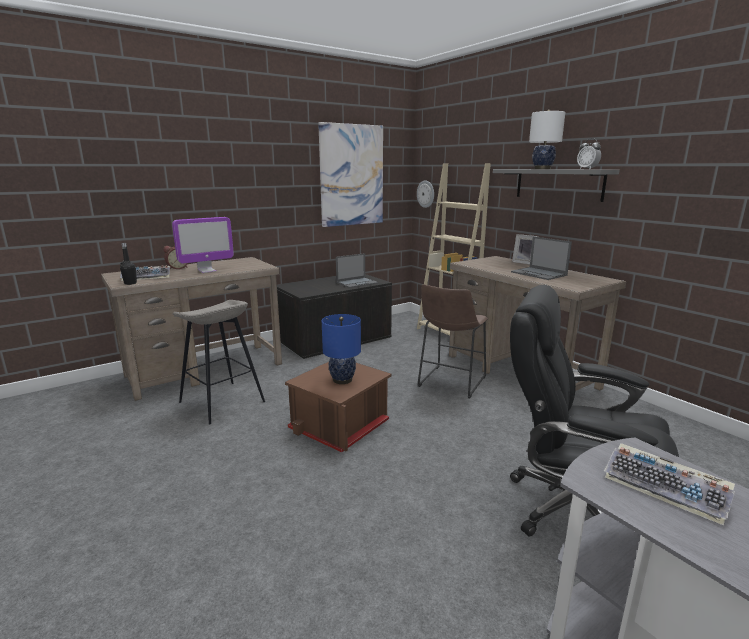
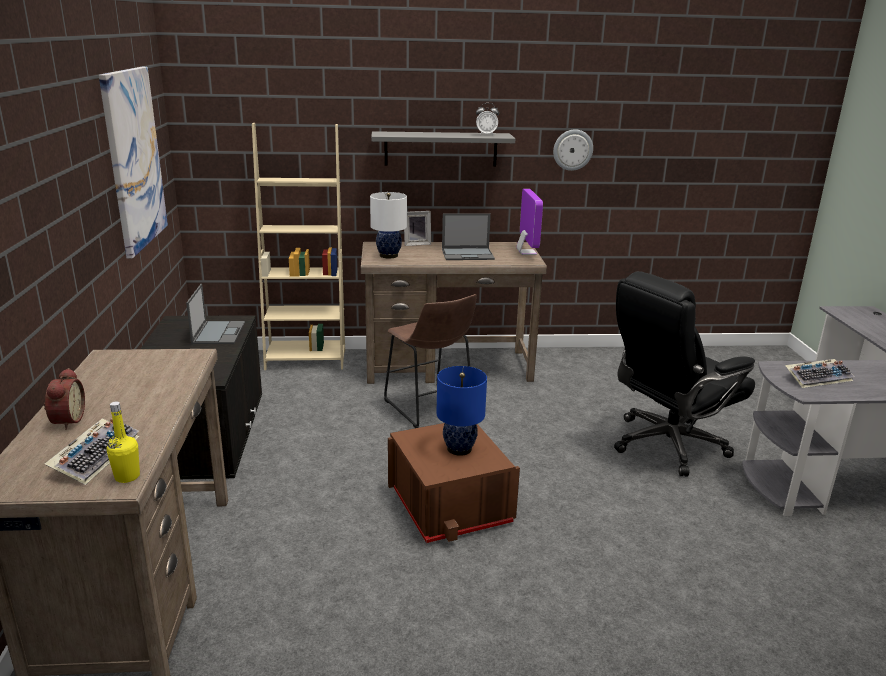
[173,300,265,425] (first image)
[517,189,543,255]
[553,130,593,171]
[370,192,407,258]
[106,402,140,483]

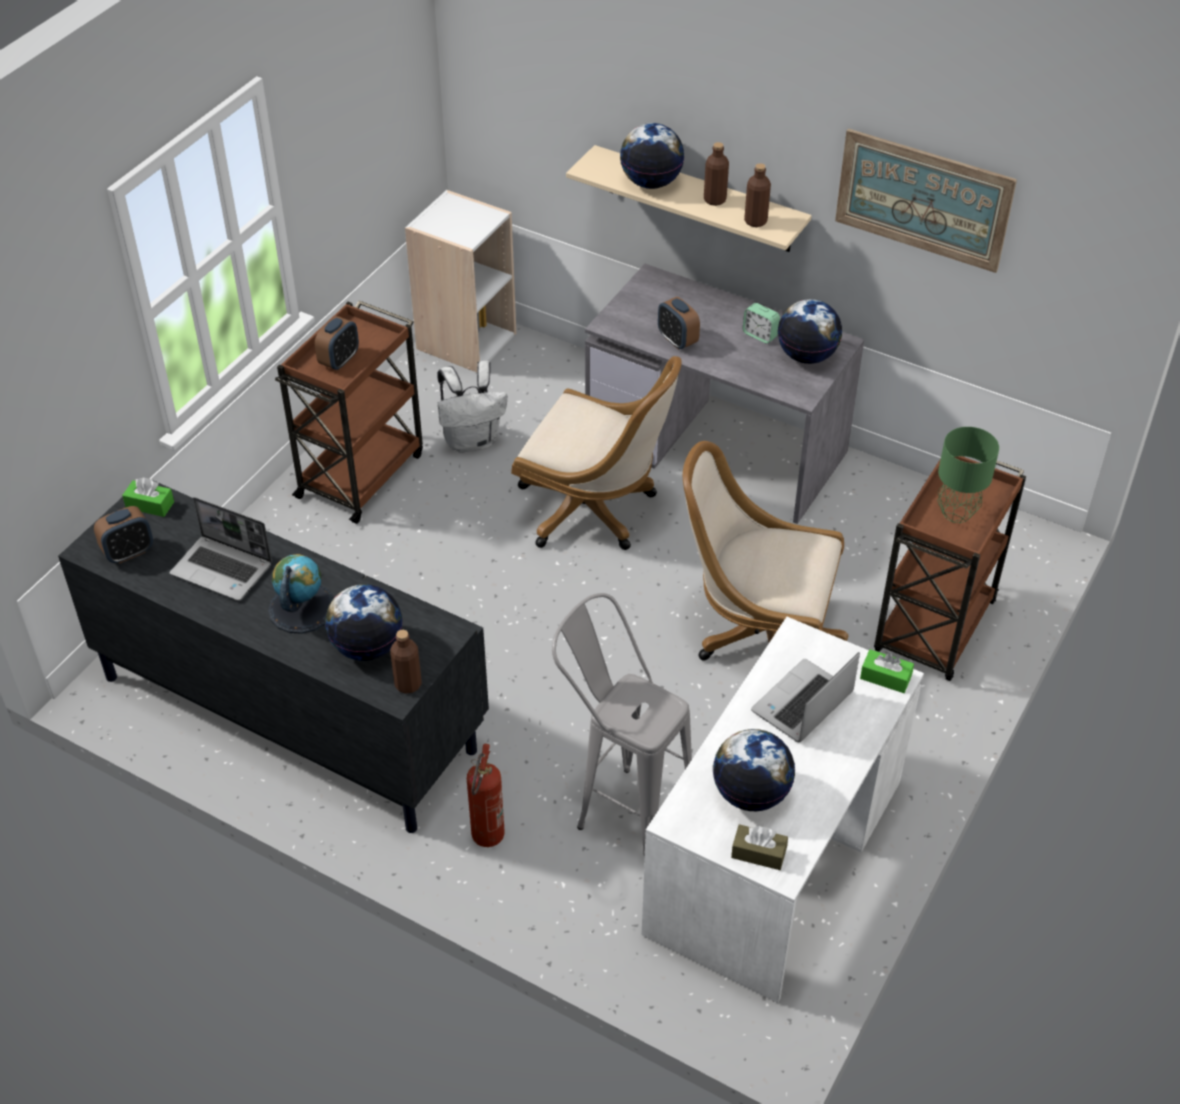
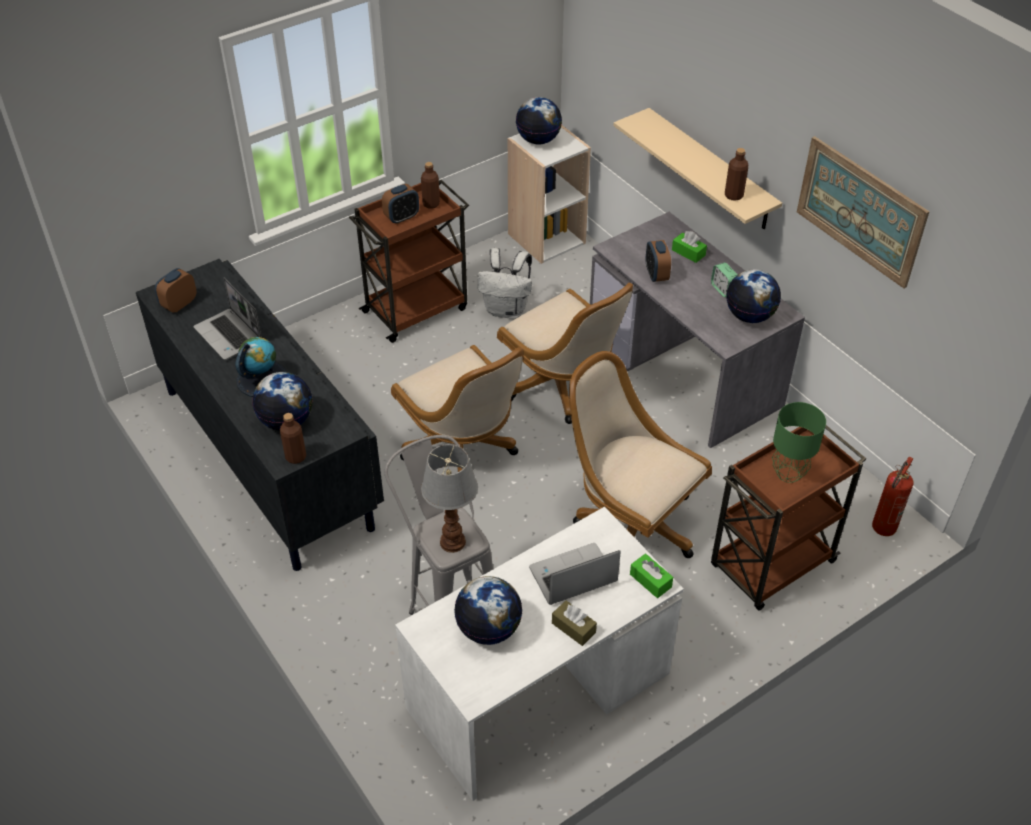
[391,345,523,472]
[421,444,478,553]
[672,231,707,263]
[872,457,914,536]
[516,97,562,145]
[421,162,440,209]
[552,601,597,646]
[155,268,197,312]

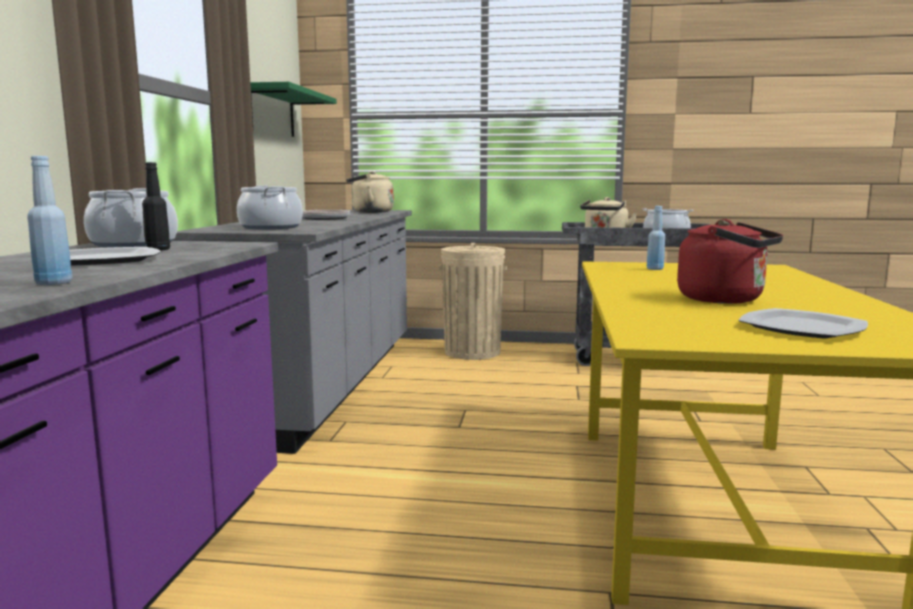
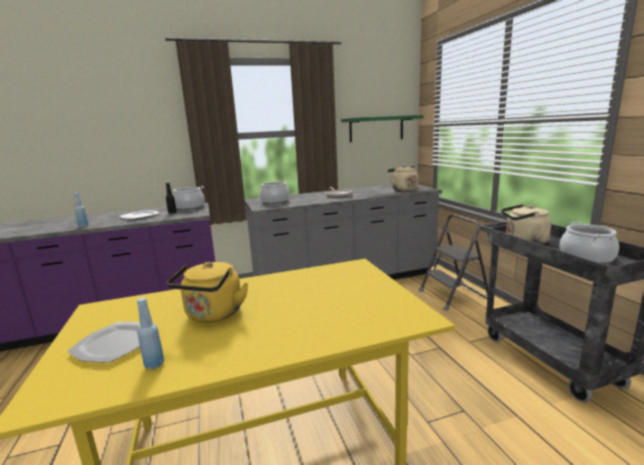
[137,298,164,369]
[418,214,488,311]
[167,262,248,323]

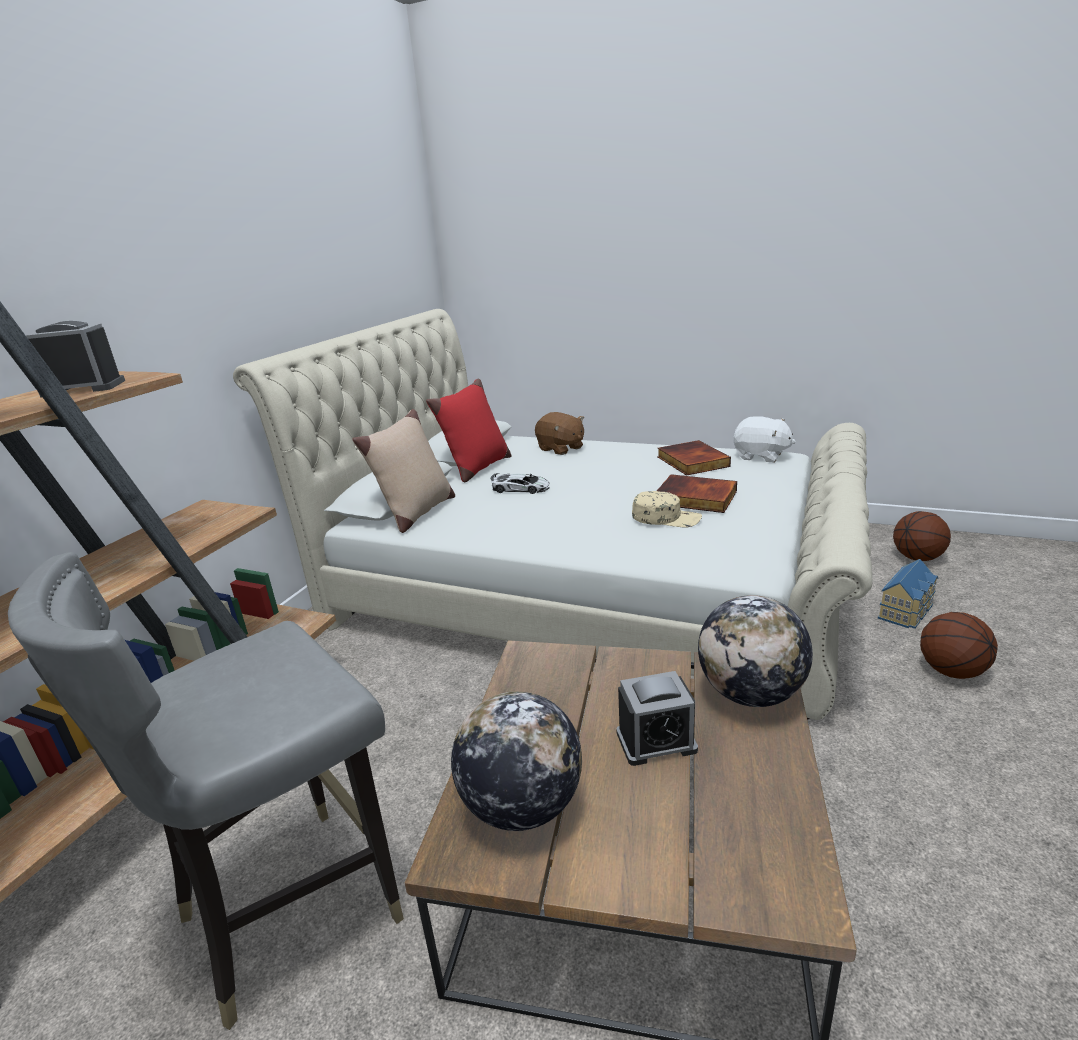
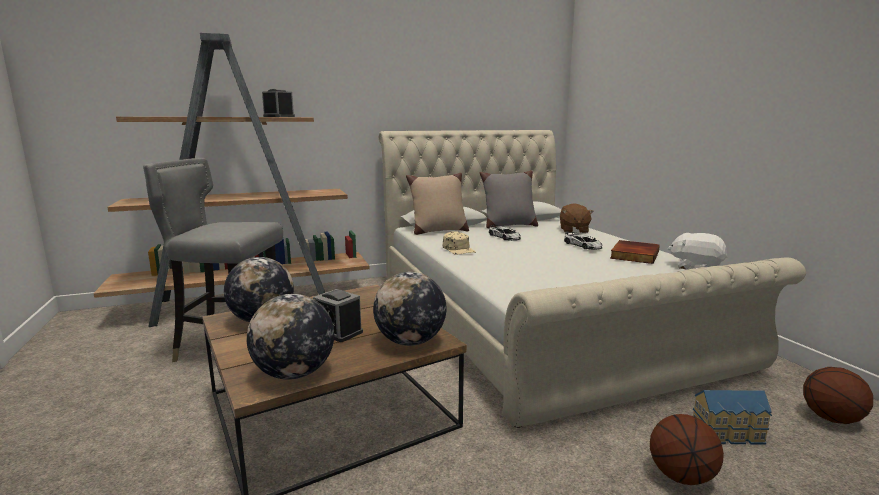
[657,474,737,513] (first image)
[247,294,334,380]
[564,232,602,250]
[443,231,476,255]
[480,170,538,228]
[668,233,727,269]

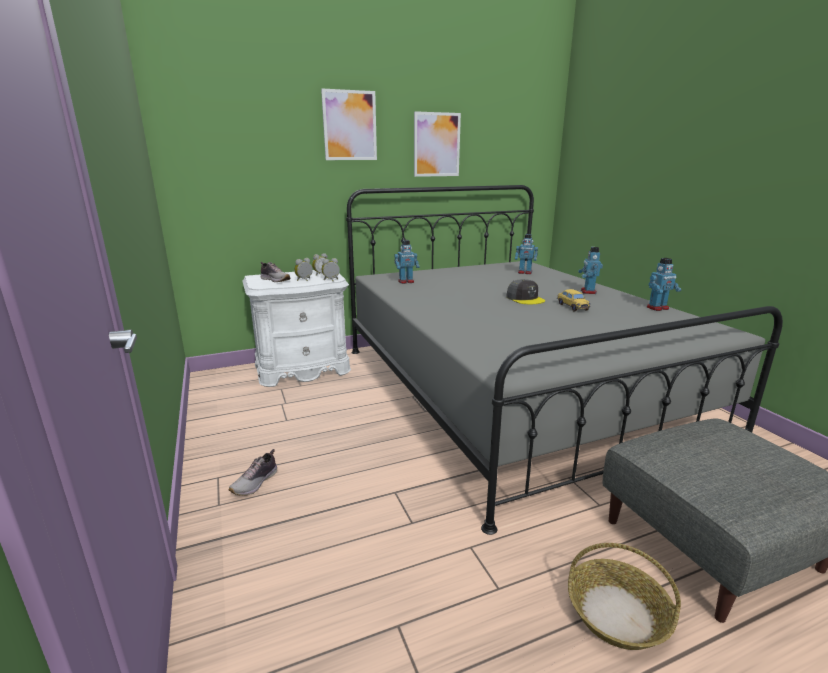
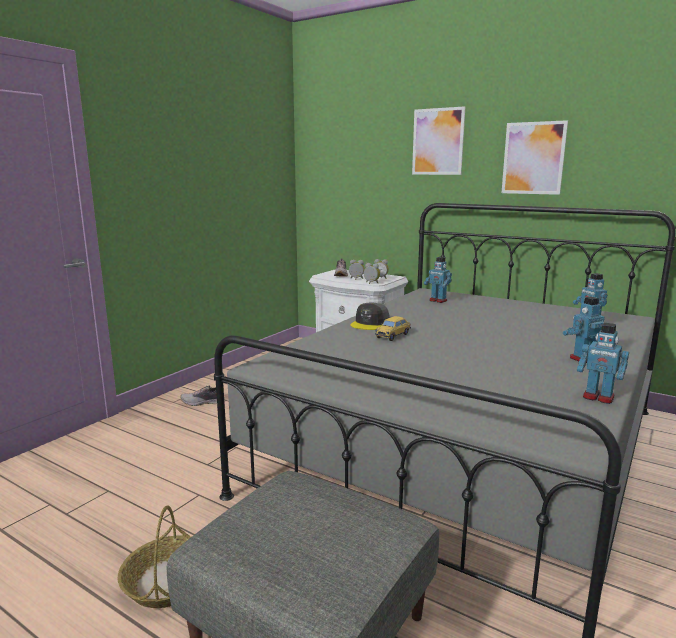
[350,303,390,330]
[375,316,411,341]

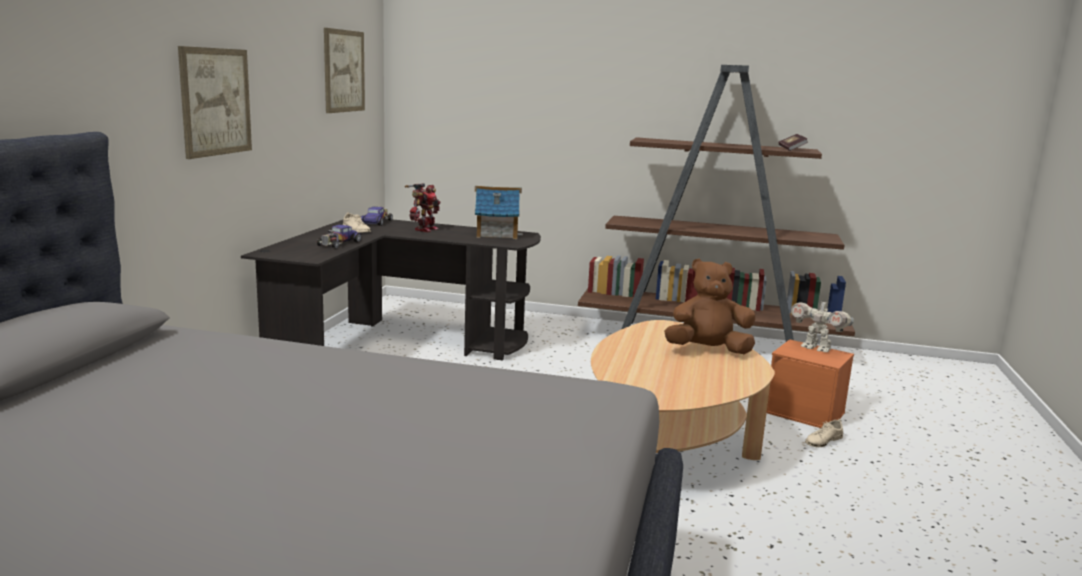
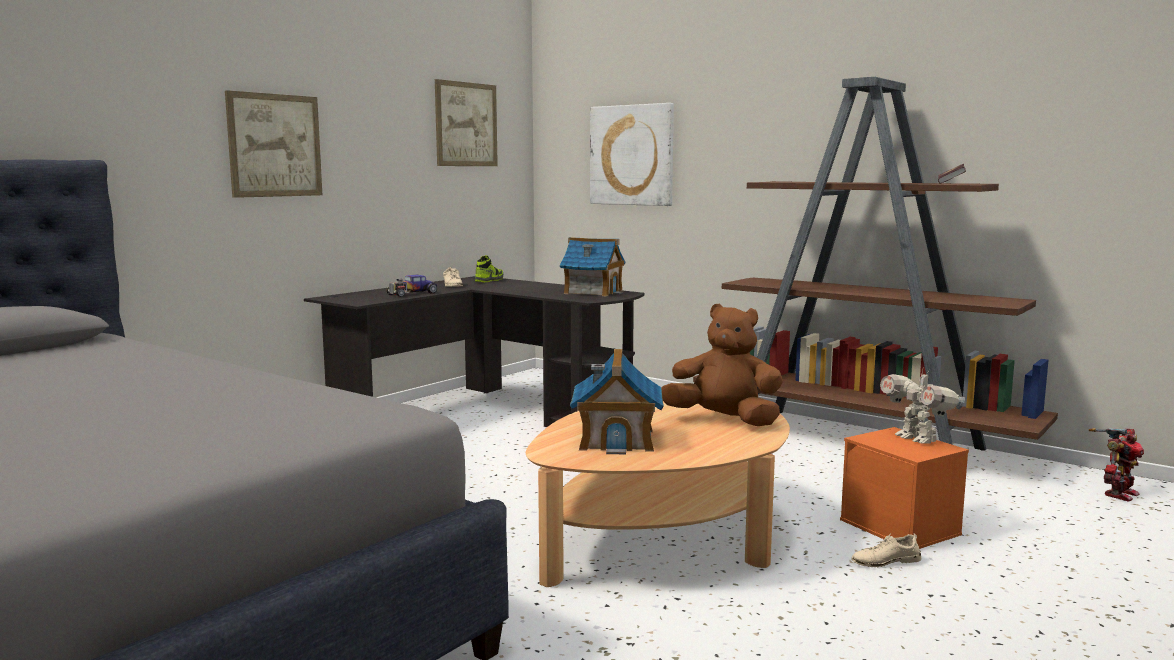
[570,349,664,454]
[590,103,674,206]
[1089,428,1144,502]
[475,255,503,282]

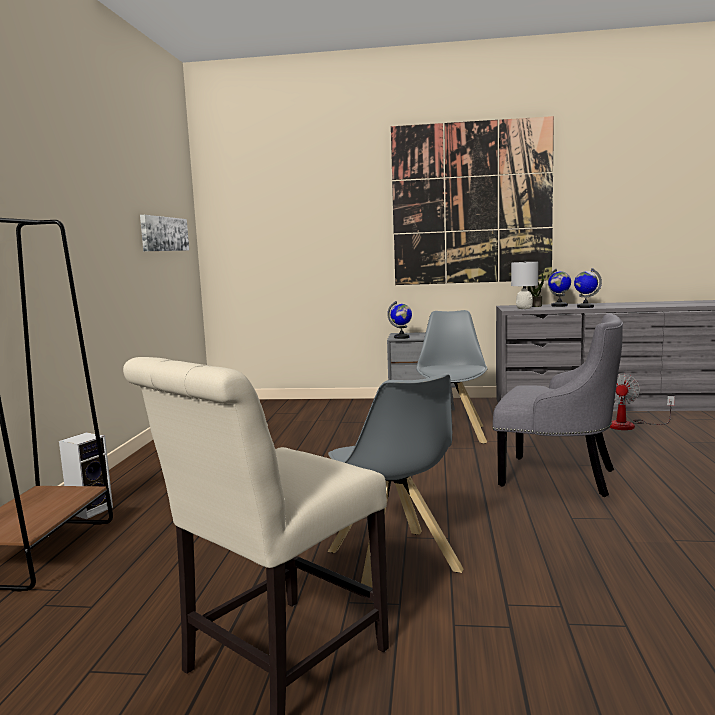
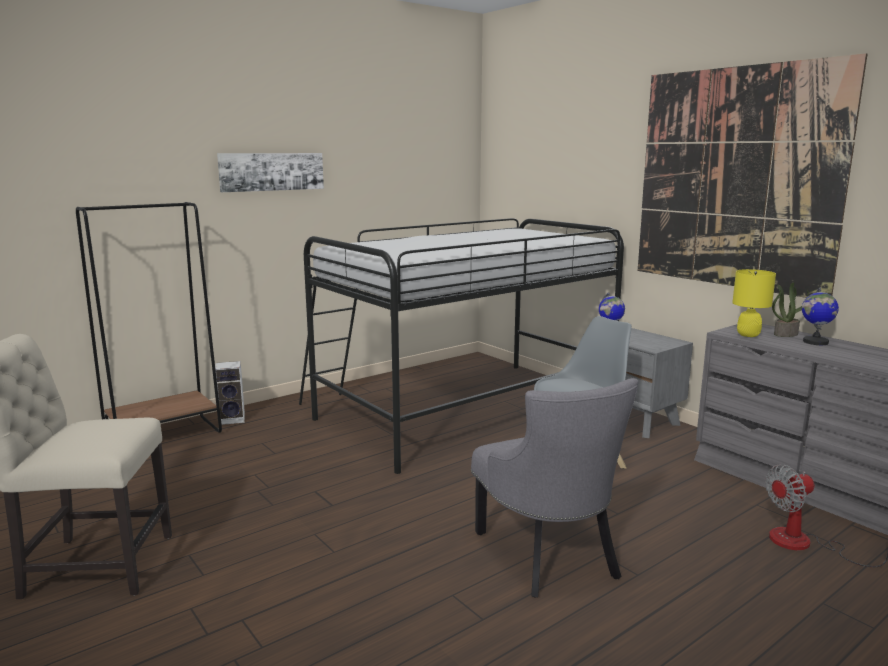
[328,374,464,587] (first image)
[574,268,602,308] (first image)
[299,218,624,474]
[217,153,324,192]
[732,269,776,337]

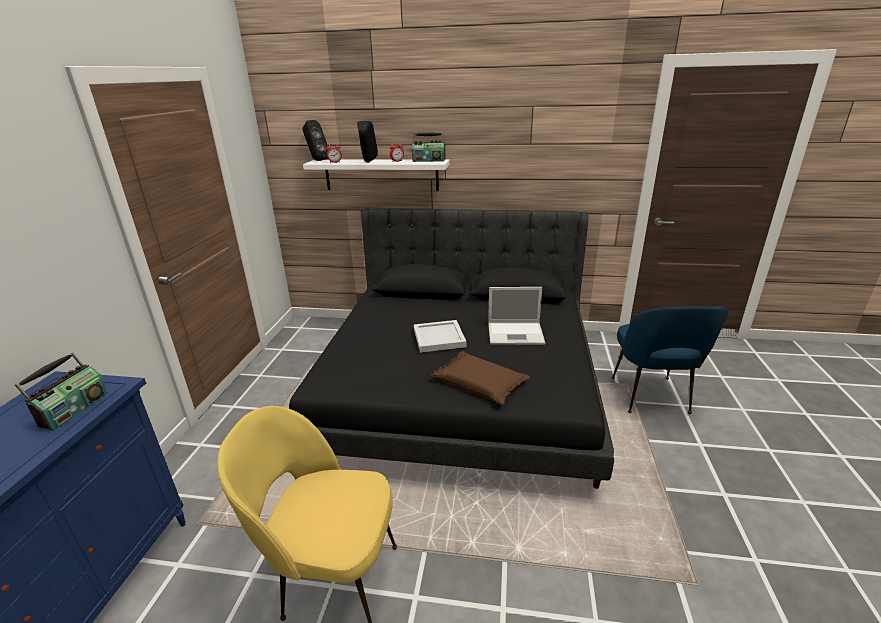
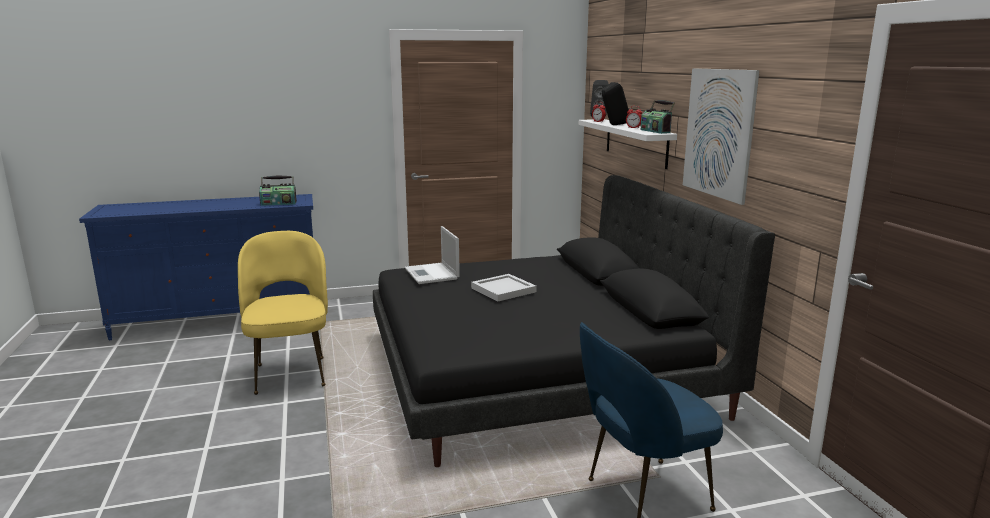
[431,351,530,405] (first image)
[683,68,760,205]
[405,226,460,284]

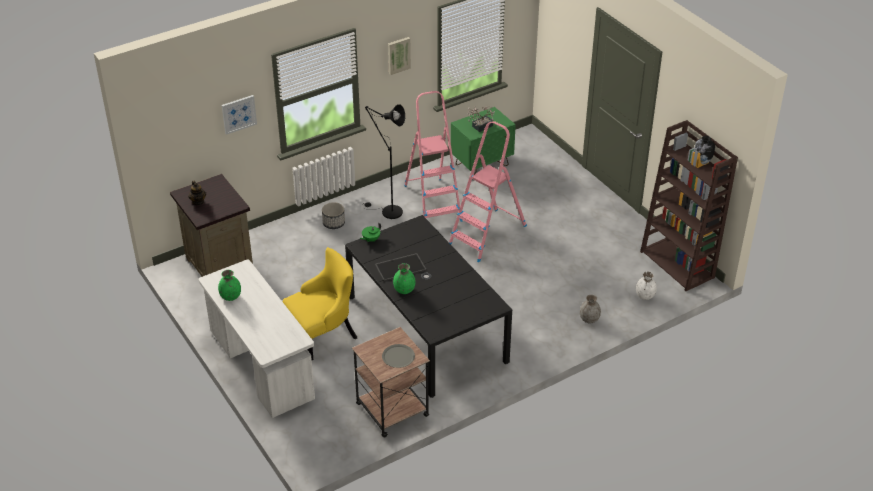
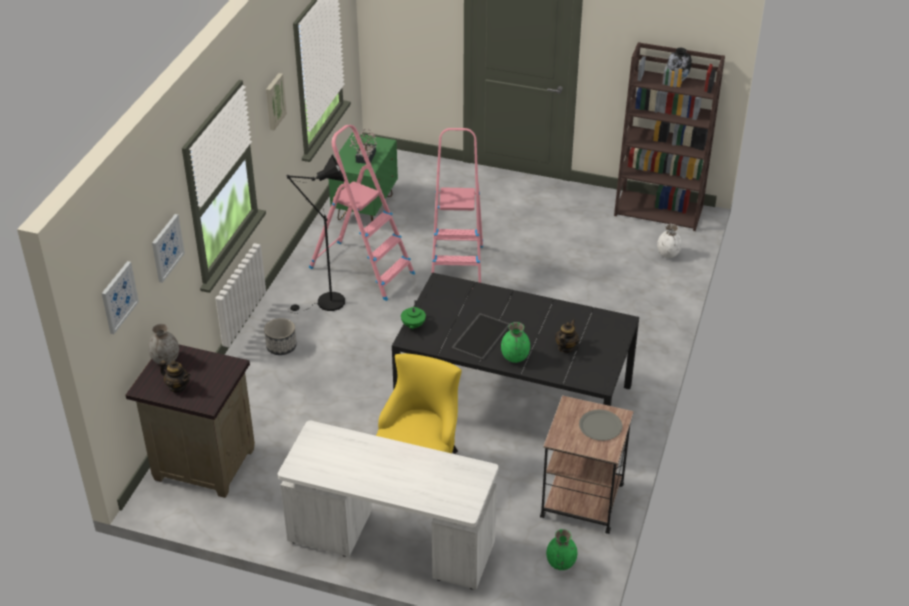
[102,261,139,334]
[555,319,579,353]
[546,529,577,570]
[148,323,179,365]

